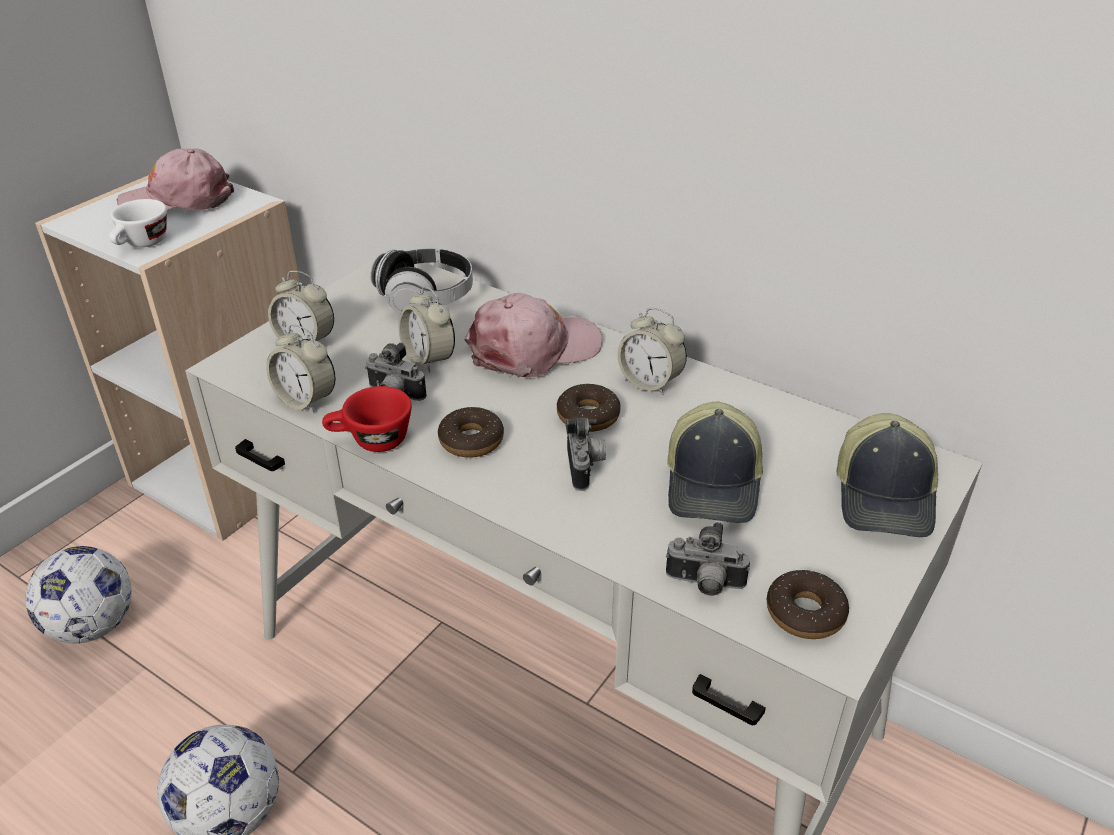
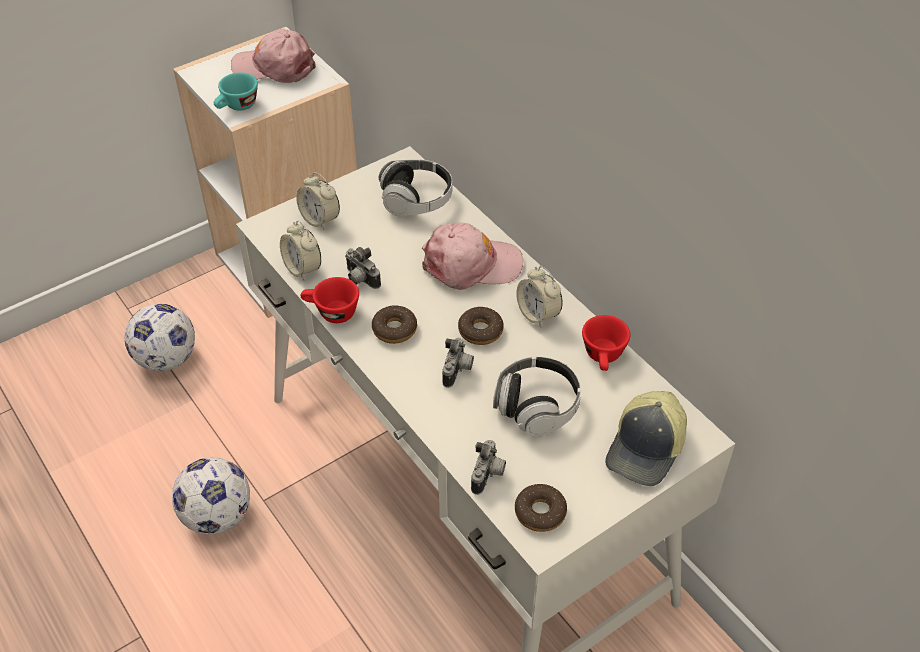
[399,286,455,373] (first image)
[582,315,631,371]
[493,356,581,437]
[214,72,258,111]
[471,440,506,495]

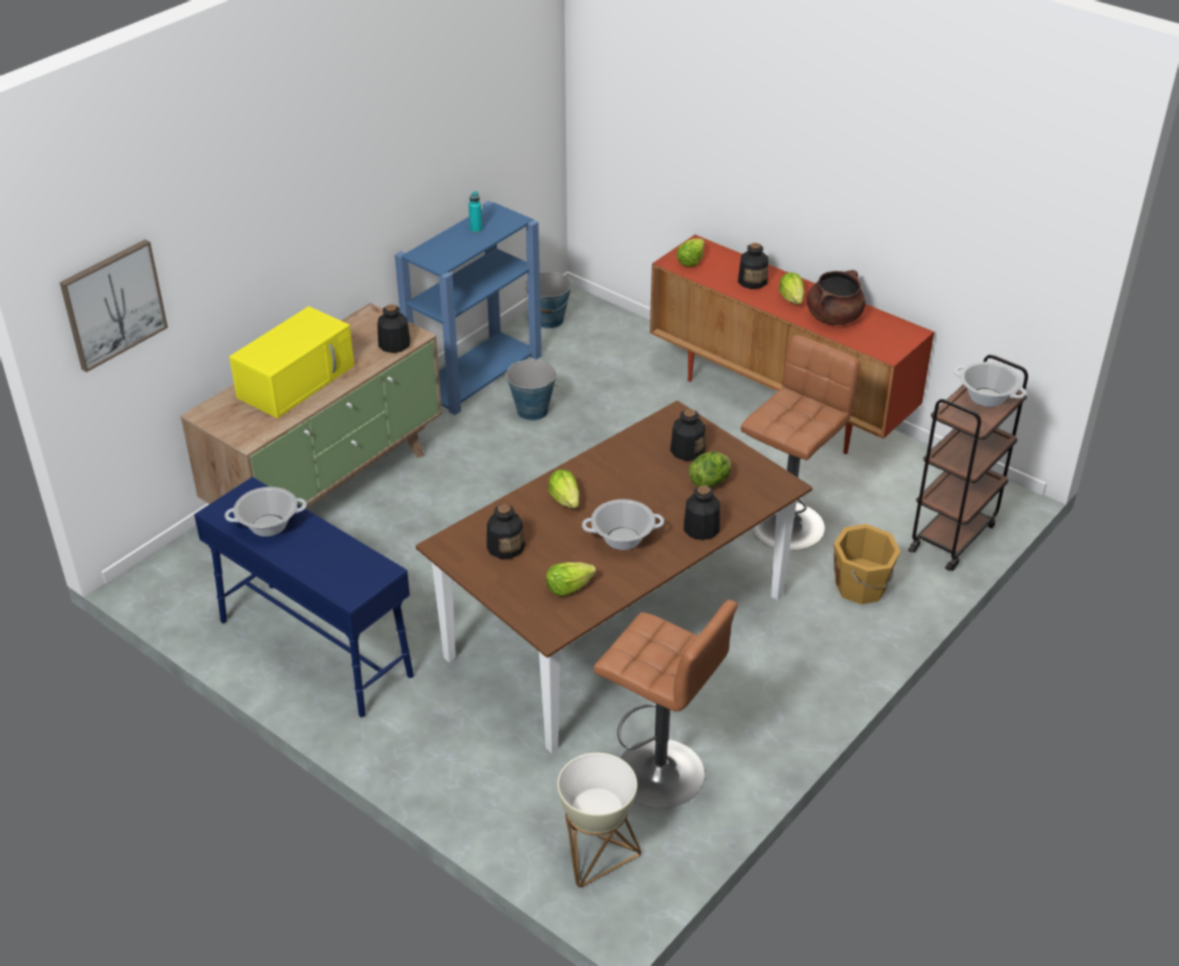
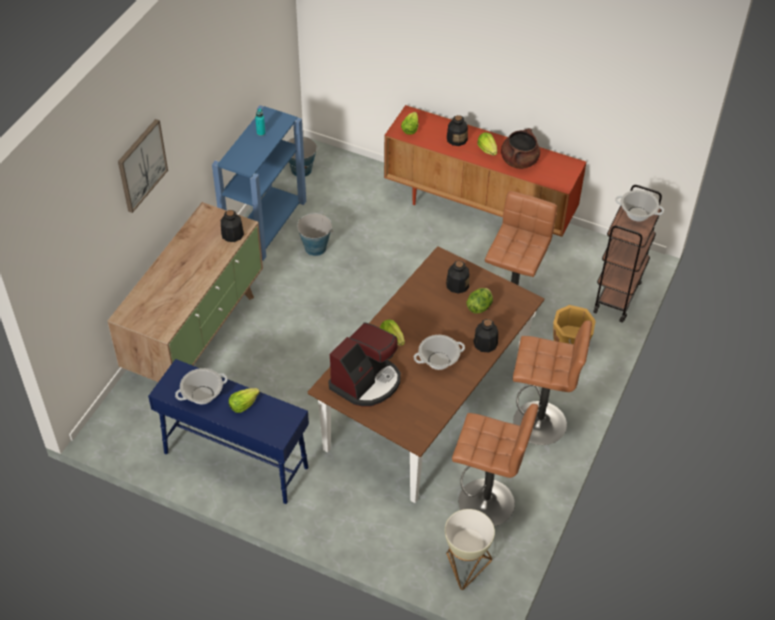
[229,306,354,418] (first image)
[513,320,592,445]
[118,119,168,213]
[229,388,260,413]
[328,323,401,407]

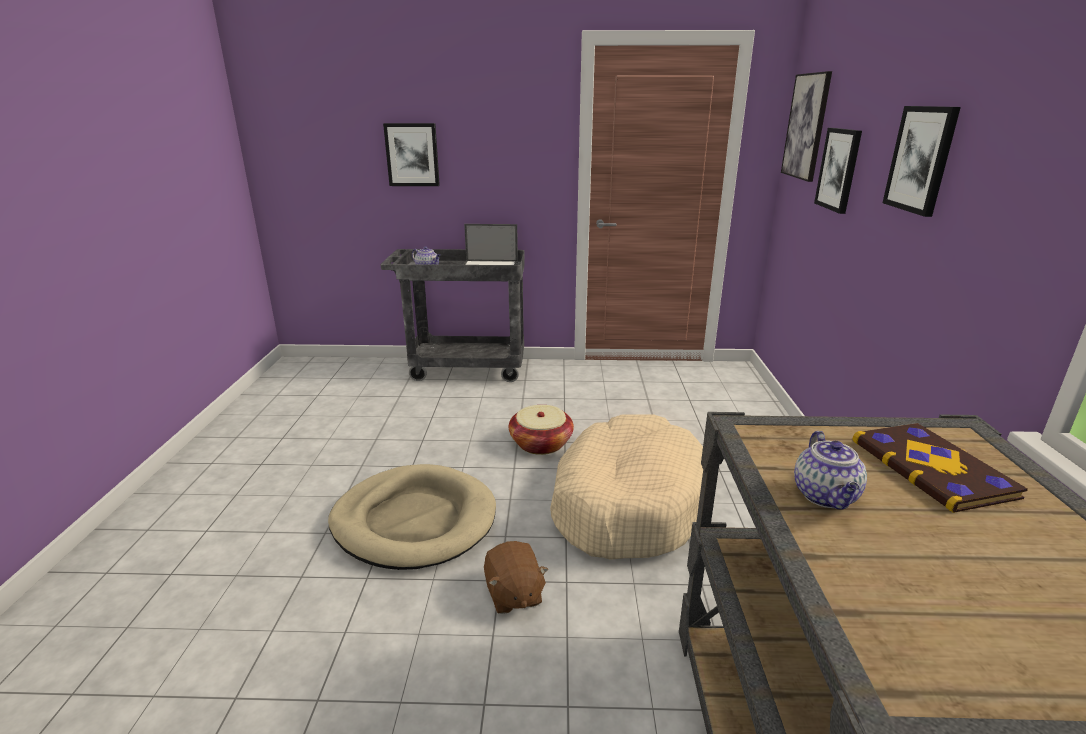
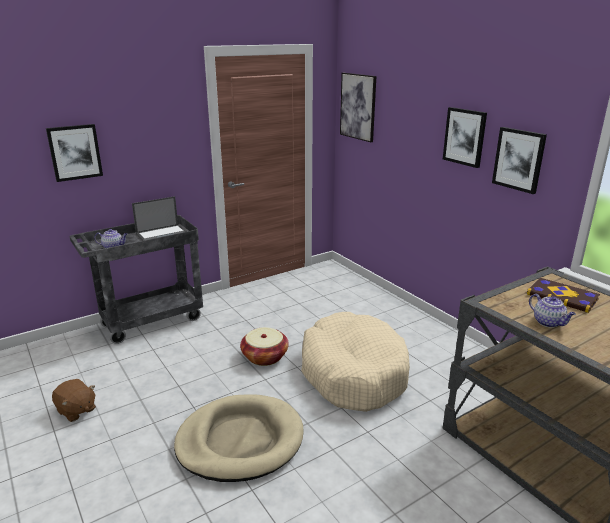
[52,379,96,422]
[492,127,547,194]

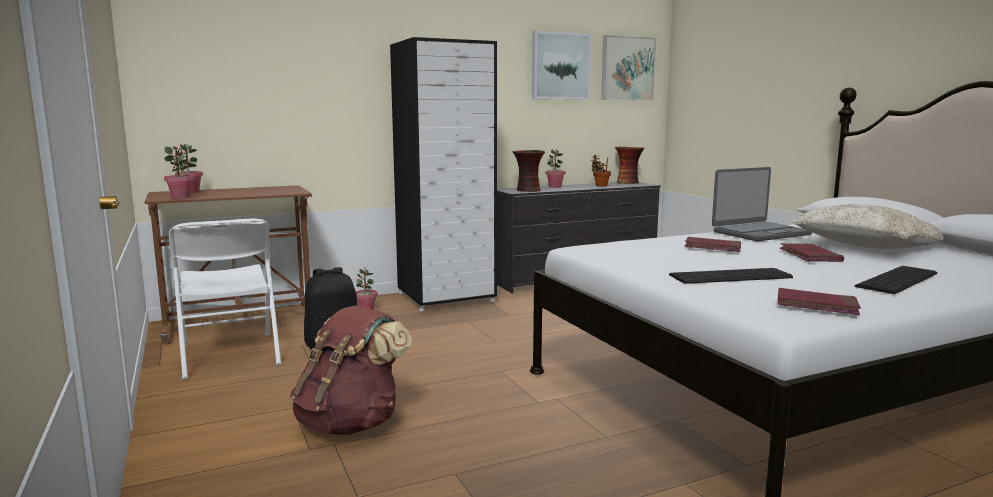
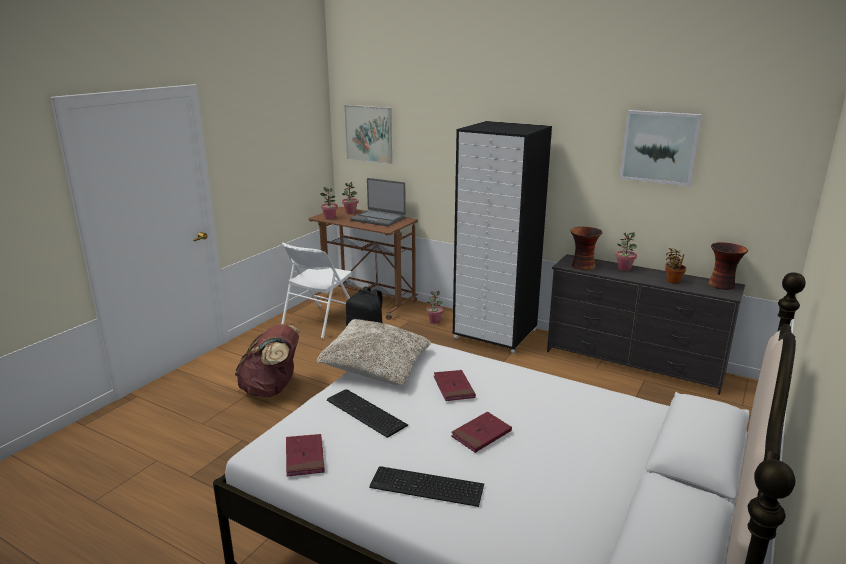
[344,105,392,164]
[350,178,406,226]
[317,319,431,385]

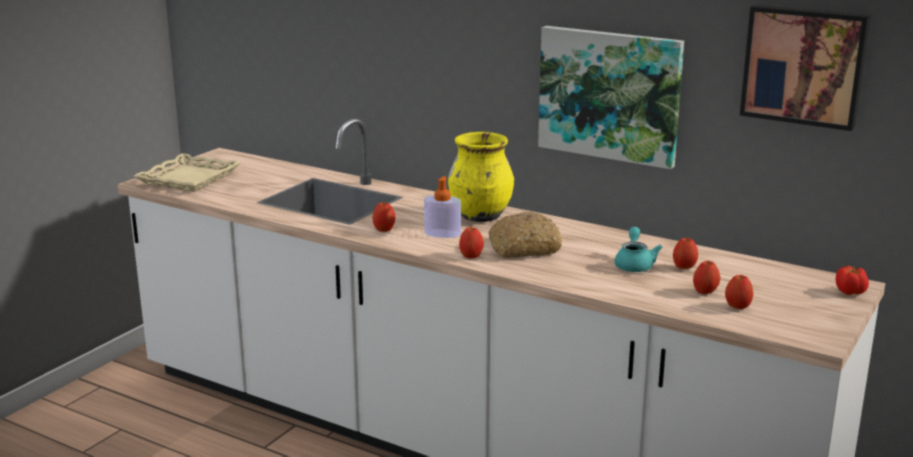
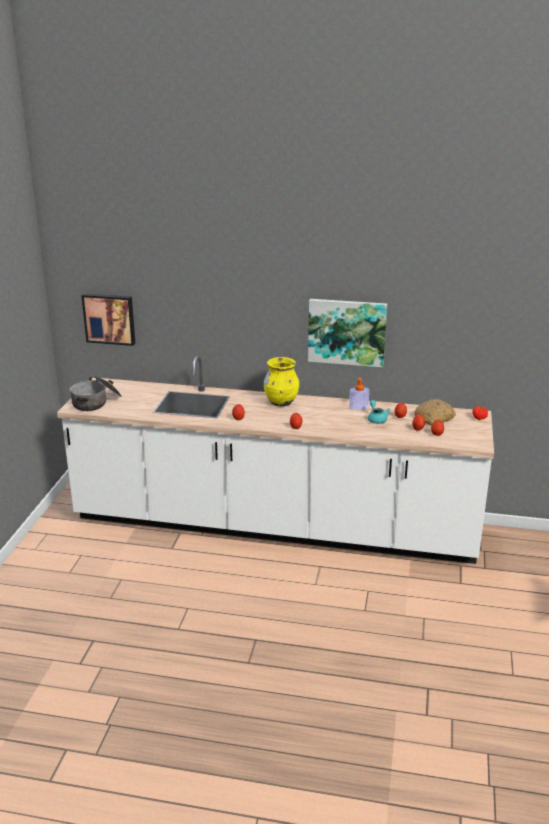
[349,377,369,410]
[414,399,456,426]
[81,293,135,346]
[69,376,122,411]

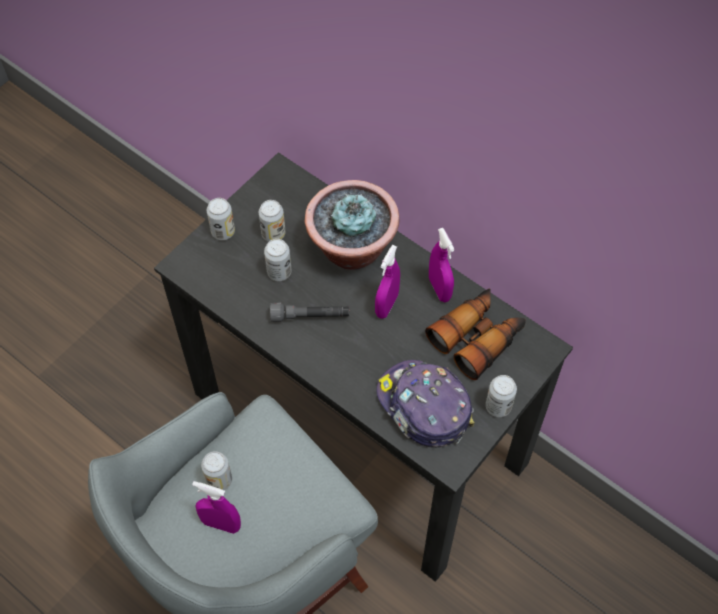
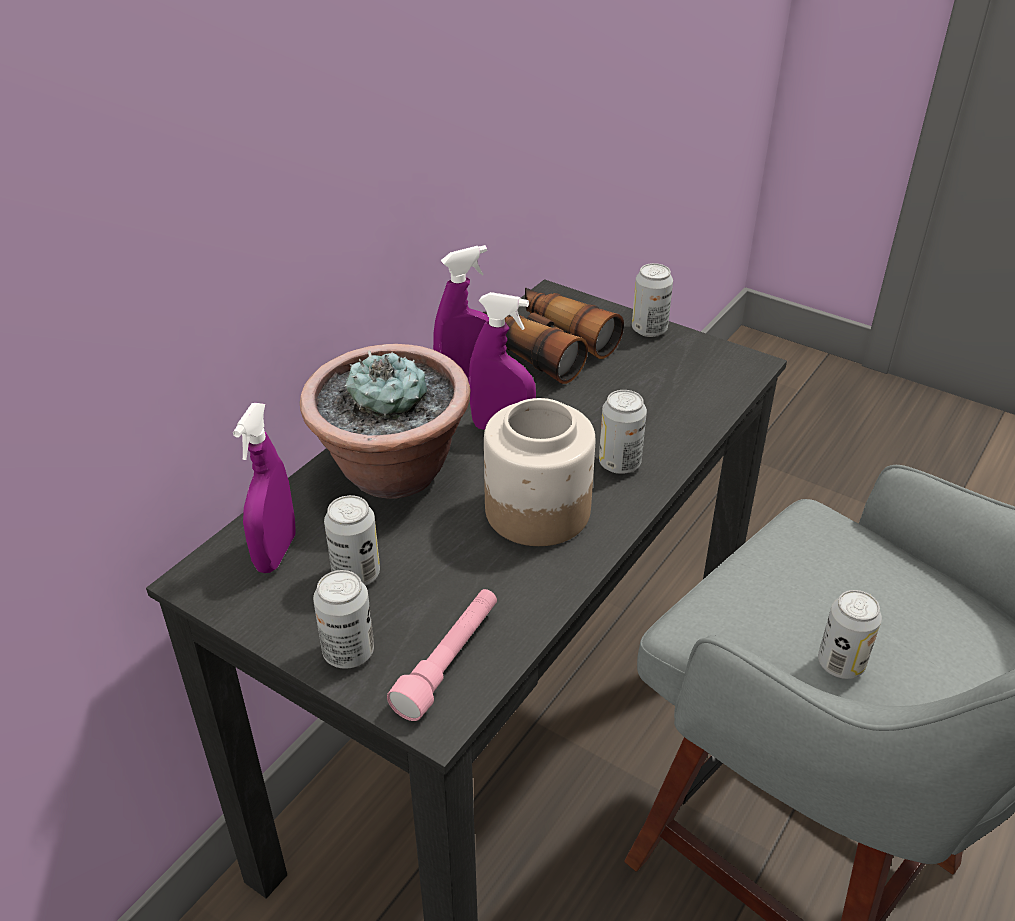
[376,360,475,448] (first image)
[387,589,497,721]
[233,403,296,573]
[599,390,647,474]
[484,398,595,546]

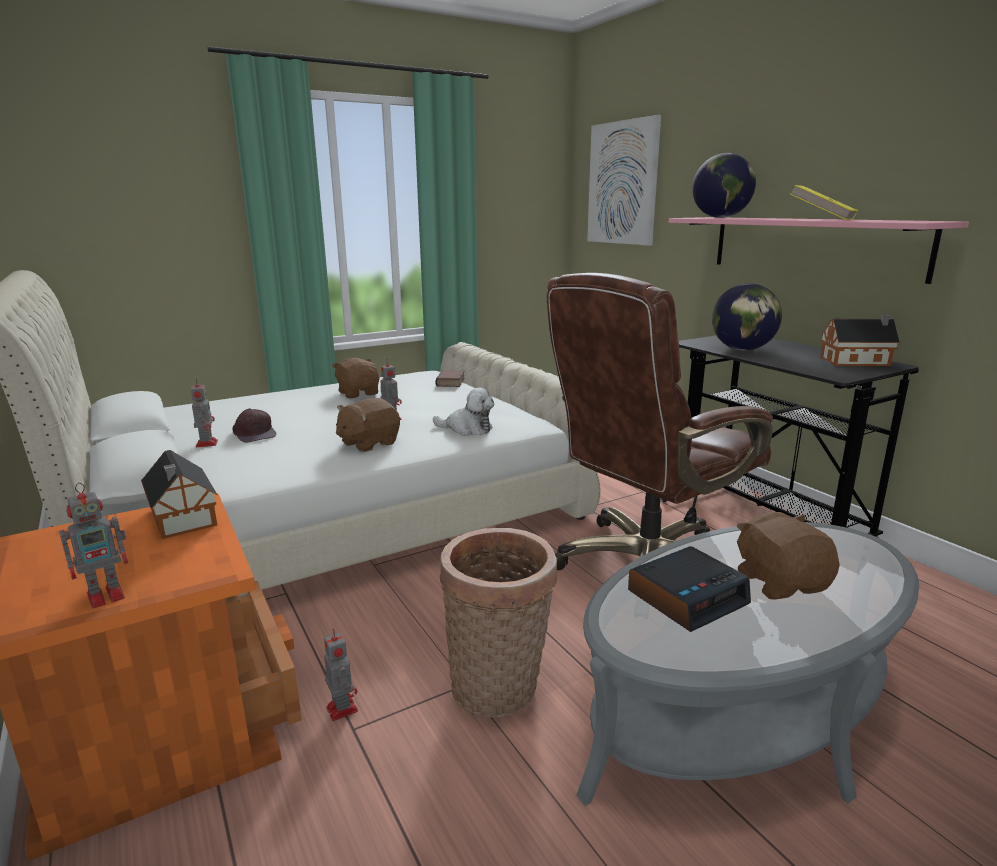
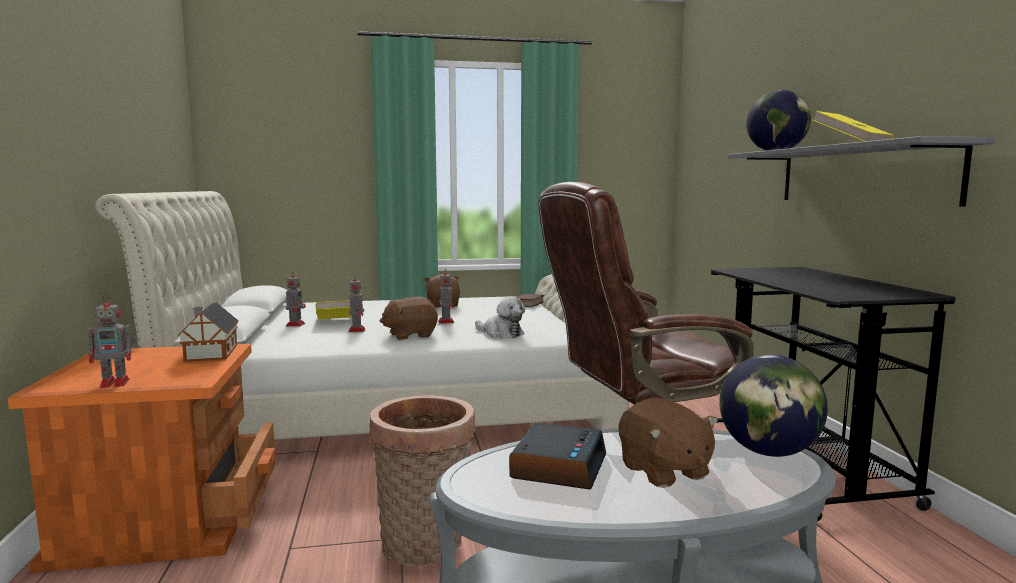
[587,115,661,246] (first image)
[820,315,900,366] (first image)
[349,279,365,332]
[719,355,828,457]
[315,300,352,319]
[728,136,996,206]
[509,423,606,490]
[618,398,718,488]

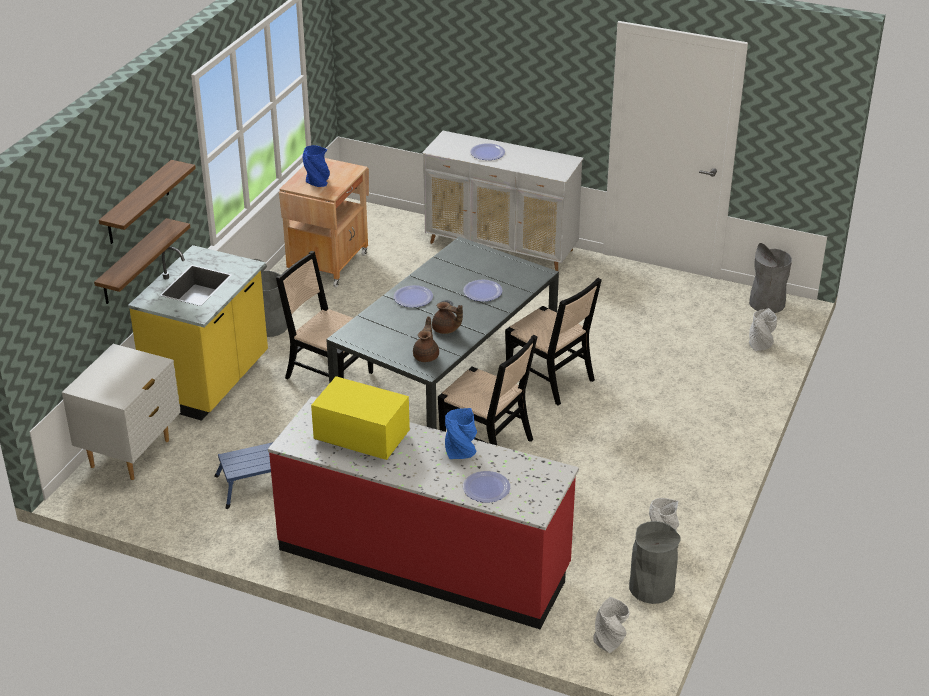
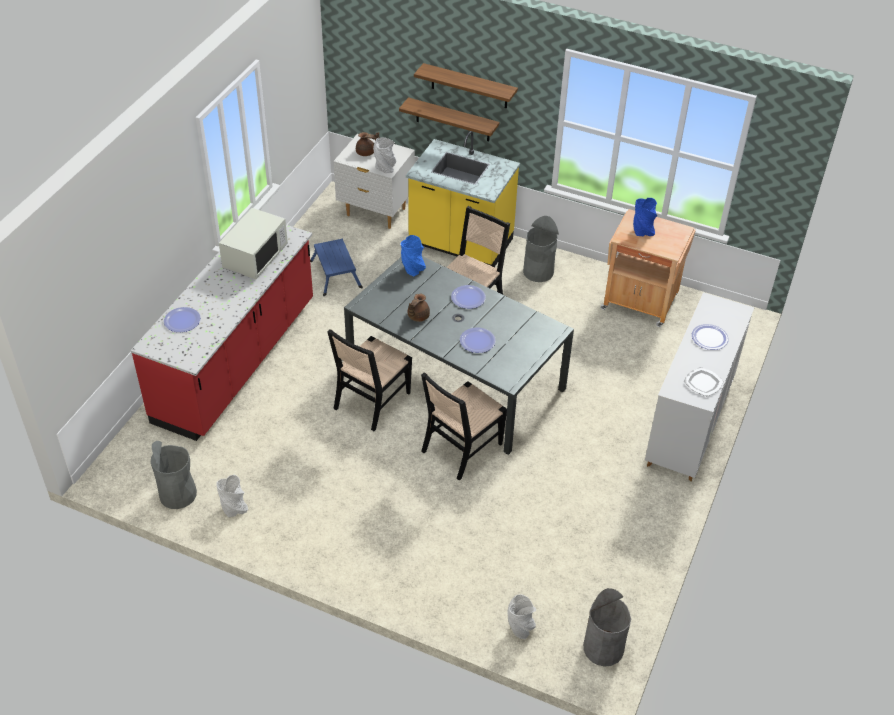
[684,367,724,396]
[356,132,379,156]
[401,235,426,276]
[373,137,396,173]
[219,208,288,279]

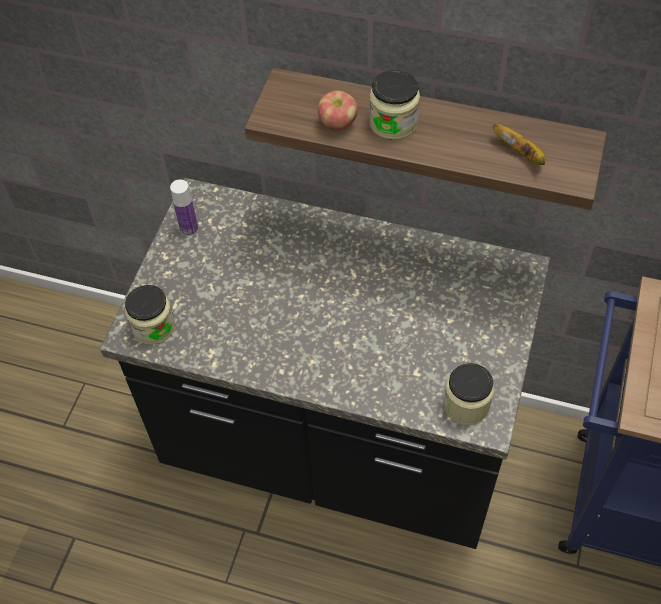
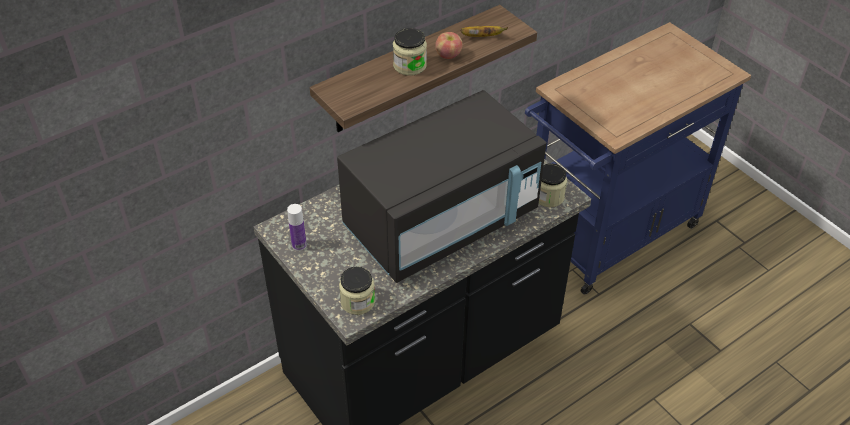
[337,90,546,283]
[435,32,462,59]

